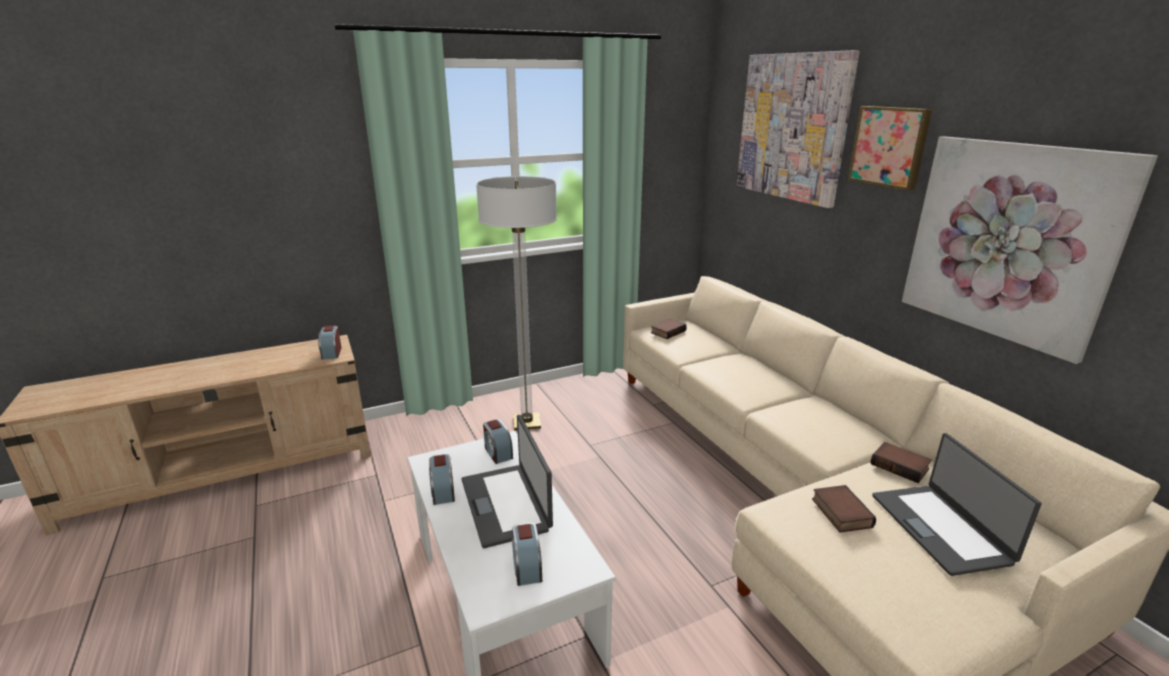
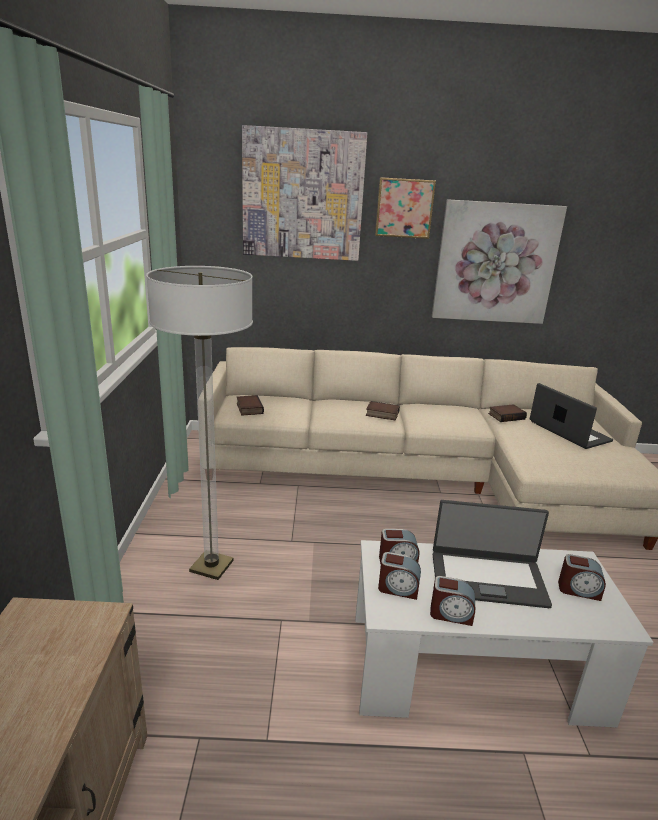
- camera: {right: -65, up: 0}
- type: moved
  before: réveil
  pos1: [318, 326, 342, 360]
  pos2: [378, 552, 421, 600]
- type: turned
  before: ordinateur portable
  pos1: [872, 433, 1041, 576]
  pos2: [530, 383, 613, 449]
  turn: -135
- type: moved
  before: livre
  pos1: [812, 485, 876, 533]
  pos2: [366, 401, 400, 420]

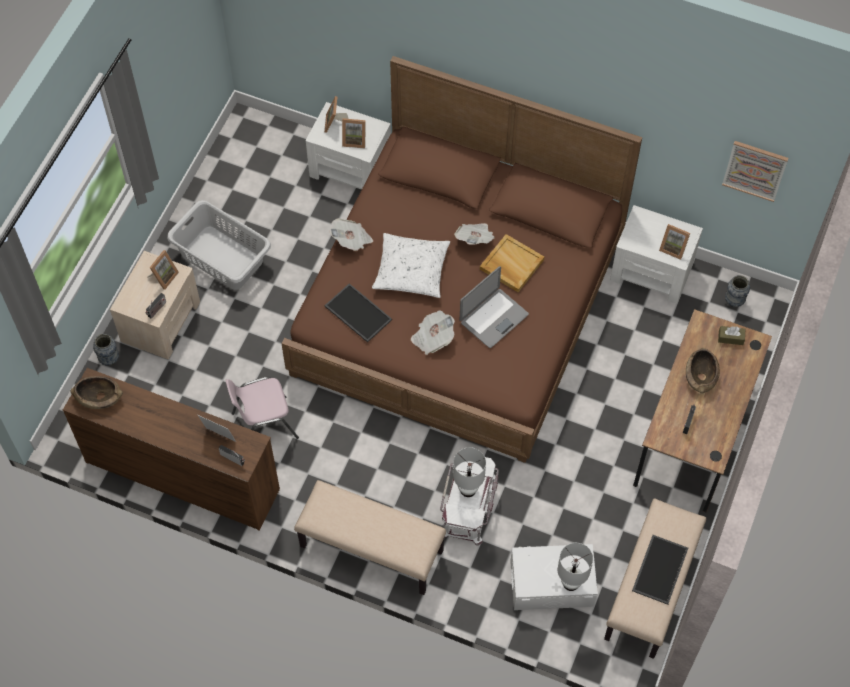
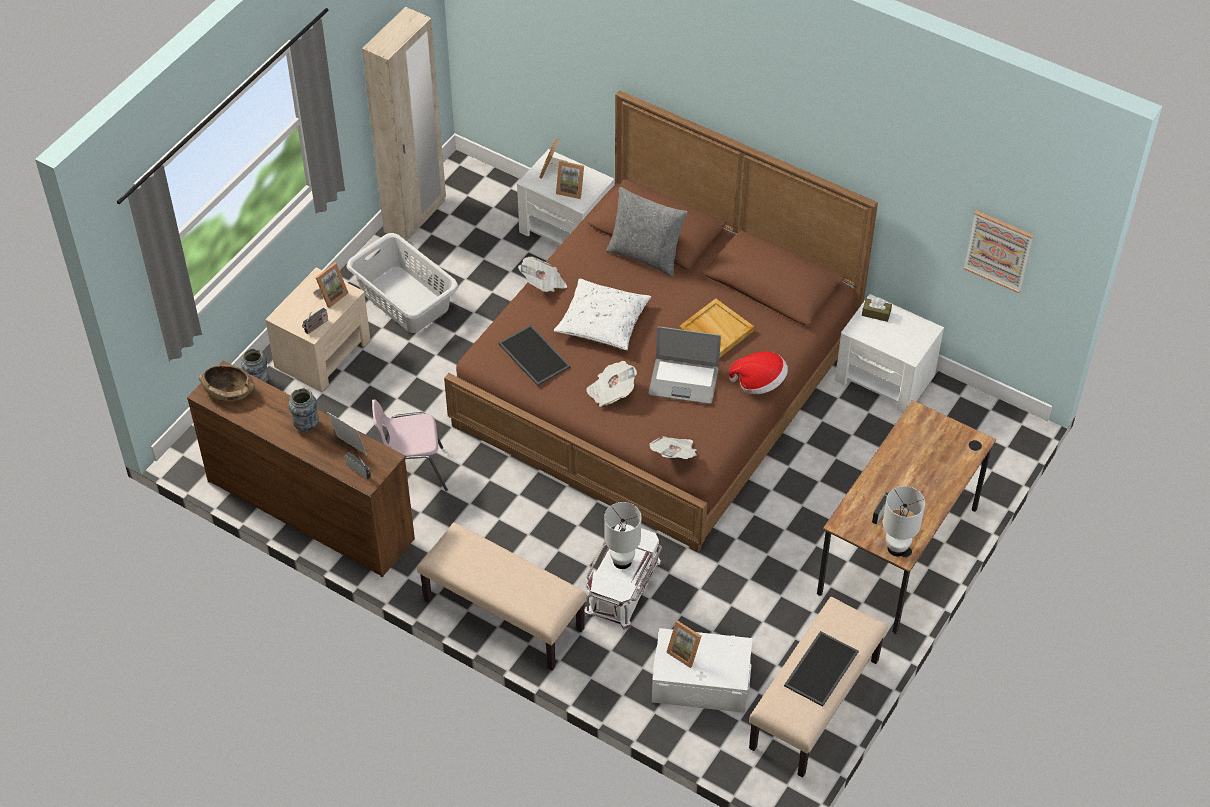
- camera: {right: 10, up: -10}
- type: moved
  before: journal
  pos1: [454, 223, 495, 245]
  pos2: [649, 436, 697, 459]
- type: moved
  before: cadre photo
  pos1: [659, 224, 690, 260]
  pos2: [666, 620, 701, 668]
- type: turned
  before: ordinateur portable
  pos1: [460, 266, 529, 348]
  pos2: [649, 326, 721, 404]
  turn: 45
- type: moved
  before: vase
  pos1: [725, 275, 750, 307]
  pos2: [289, 388, 319, 432]
- type: moved
  before: boîte à mouchoirs/marron
  pos1: [718, 326, 745, 345]
  pos2: [862, 298, 892, 322]
- type: removed
  before: bol/marron
  pos1: [686, 348, 720, 394]
- type: moved
  before: lampe de table/blanc
  pos1: [558, 543, 593, 591]
  pos2: [883, 486, 925, 556]
- type: added
  after: armoire/beige
  pos2: [362, 7, 446, 241]
- type: added
  after: coussin/gris
  pos2: [606, 187, 688, 277]
- type: added
  after: chapeau
  pos2: [729, 351, 788, 394]

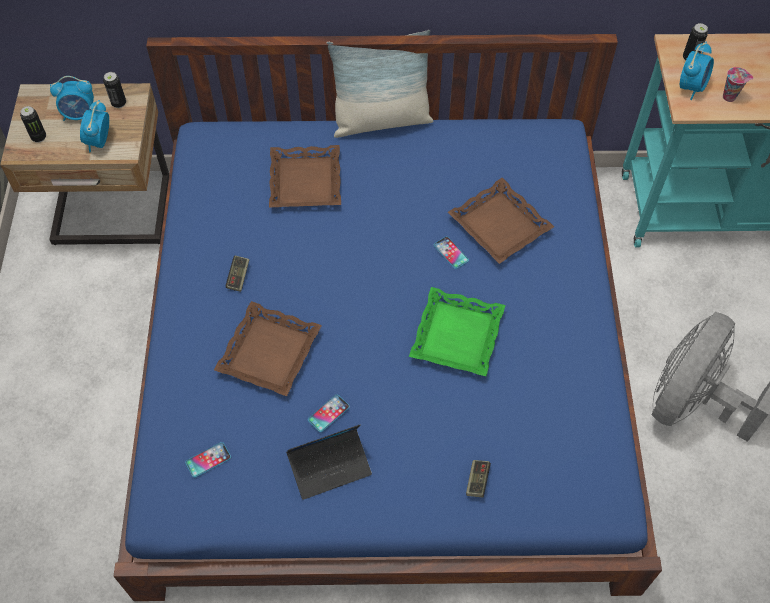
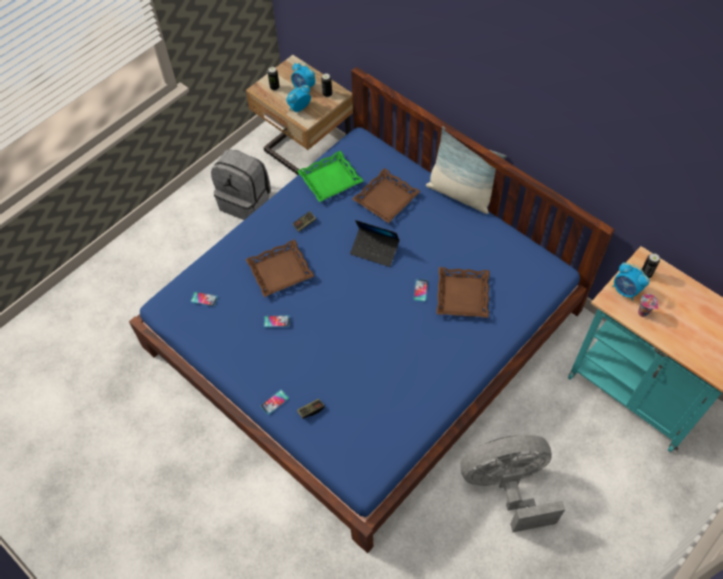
- camera: {right: 45, up: 0}
- type: turned
  before: réveil
  pos1: [680, 41, 714, 100]
  pos2: [612, 262, 649, 301]
  turn: 60
- type: moved
  before: plateau/vert
  pos1: [409, 287, 505, 376]
  pos2: [297, 151, 364, 202]
- type: moved
  before: ordinateur portable
  pos1: [286, 424, 372, 500]
  pos2: [350, 220, 400, 267]
- type: added
  after: sac à dos/gris
  pos2: [211, 149, 271, 220]
- type: added
  after: téléphone
  pos2: [260, 390, 289, 415]

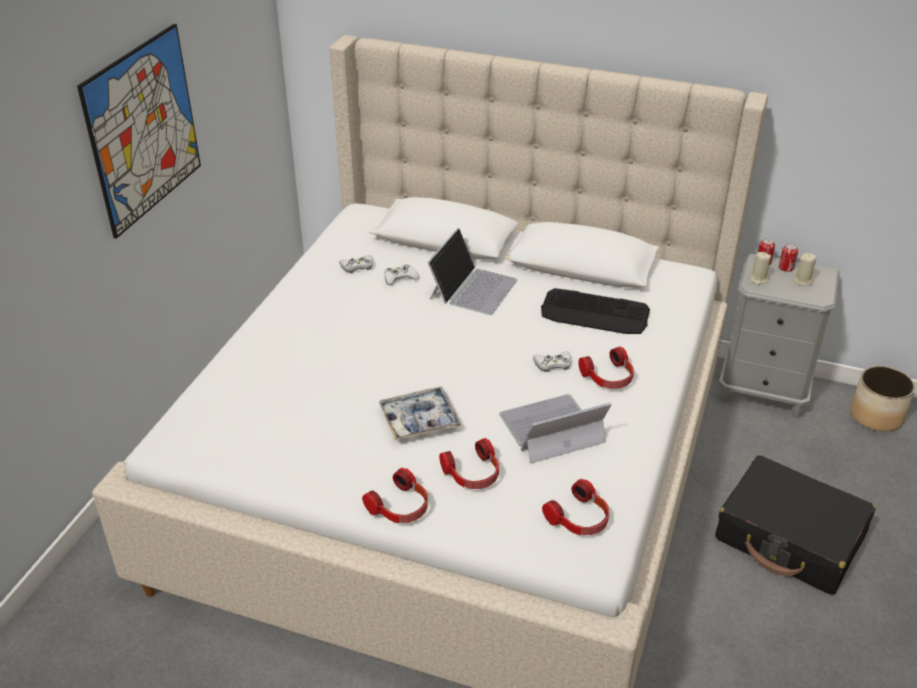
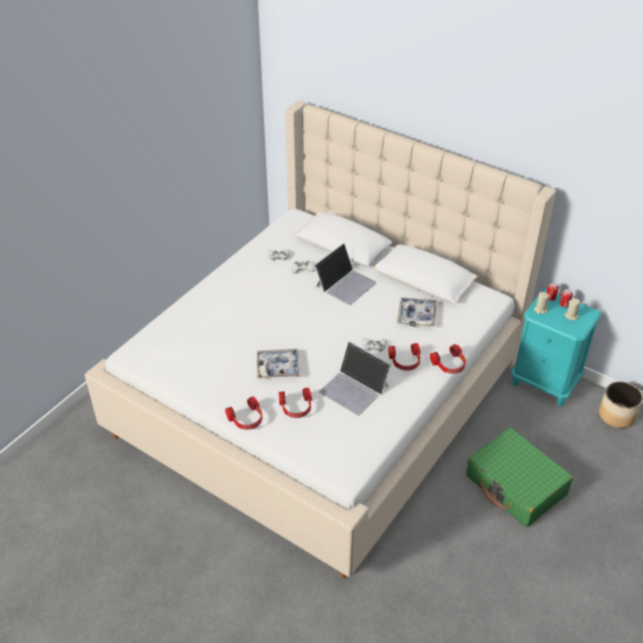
- camera: {right: 15, up: 5}
- type: removed
  before: tableau
  pos1: [77, 24, 201, 239]
- type: recoloured
  before: table de chevet/gris
  after: table de chevet/turquoise
  pos1: [719, 253, 840, 418]
  pos2: [511, 289, 602, 406]
- type: replaced
  before: clavier
  after: plateau
  pos1: [541, 288, 650, 334]
  pos2: [397, 297, 437, 327]
- type: turned
  before: ordinateur portable
  pos1: [499, 394, 611, 464]
  pos2: [319, 341, 391, 415]
  turn: -135
- type: recoloured
  before: valise/noir
  after: valise/vert
  pos1: [715, 455, 876, 595]
  pos2: [466, 428, 573, 527]
- type: moved
  before: casque audio
  pos1: [542, 479, 609, 535]
  pos2: [430, 344, 466, 374]

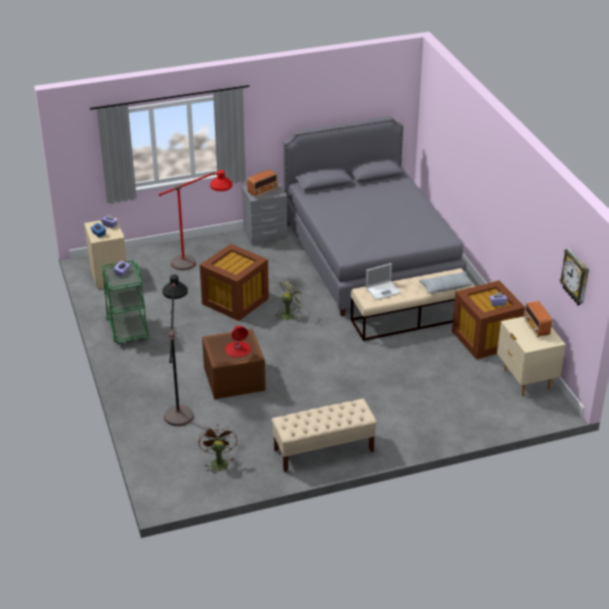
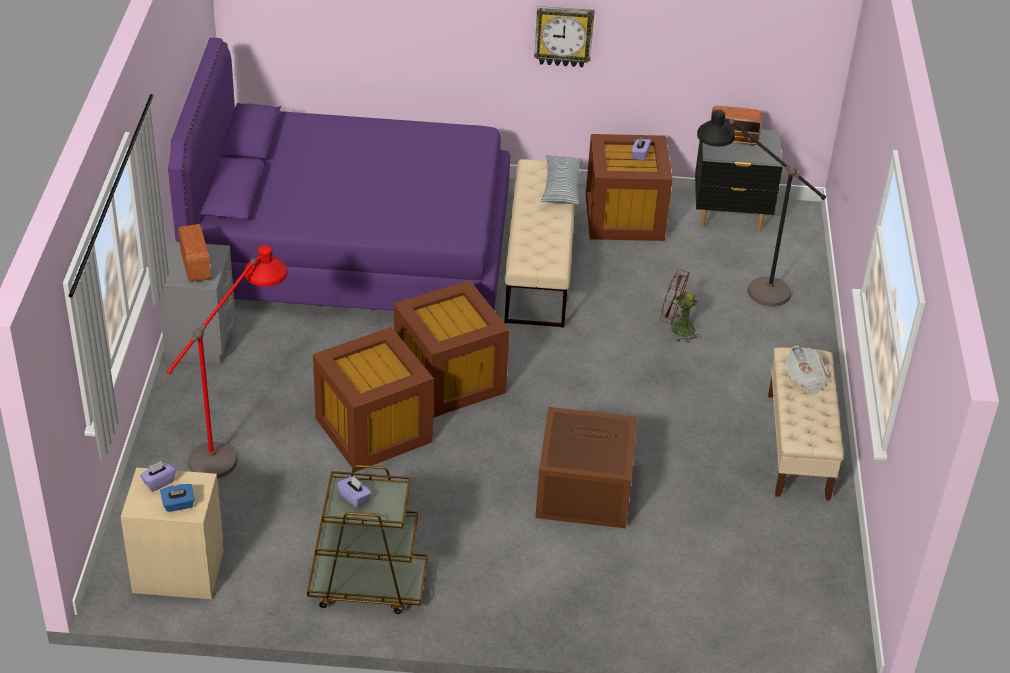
- camera: {right: -70, up: 5}
- type: recoloured
  before: lit/gris
  after: lit/violet
  pos1: [283, 116, 467, 316]
  pos2: [168, 38, 510, 311]
- type: moved
  before: horloge murale
  pos1: [560, 248, 589, 305]
  pos2: [534, 6, 595, 67]
- type: recoloured
  before: chariot/vert
  after: chariot/marron
  pos1: [102, 260, 149, 343]
  pos2: [307, 465, 427, 614]
- type: removed
  before: ordinateur portable
  pos1: [366, 263, 401, 300]
- type: moved
  before: lampadaire/noir
  pos1: [162, 275, 194, 426]
  pos2: [697, 110, 826, 307]
- type: replaced
  before: ventilateur/vert
  after: boîte de rangement/marron
  pos1: [275, 279, 305, 320]
  pos2: [394, 280, 510, 418]
- type: recoloured
  before: table de chevet/beige
  after: table de chevet/noir
  pos1: [497, 316, 566, 396]
  pos2: [695, 129, 783, 231]
- type: removed
  before: lampe de table/rouge
  pos1: [225, 325, 251, 357]
- type: moved
  before: ventilateur/marron
  pos1: [199, 424, 237, 475]
  pos2: [661, 269, 699, 343]
- type: added
  after: journal
  pos2: [785, 345, 829, 395]

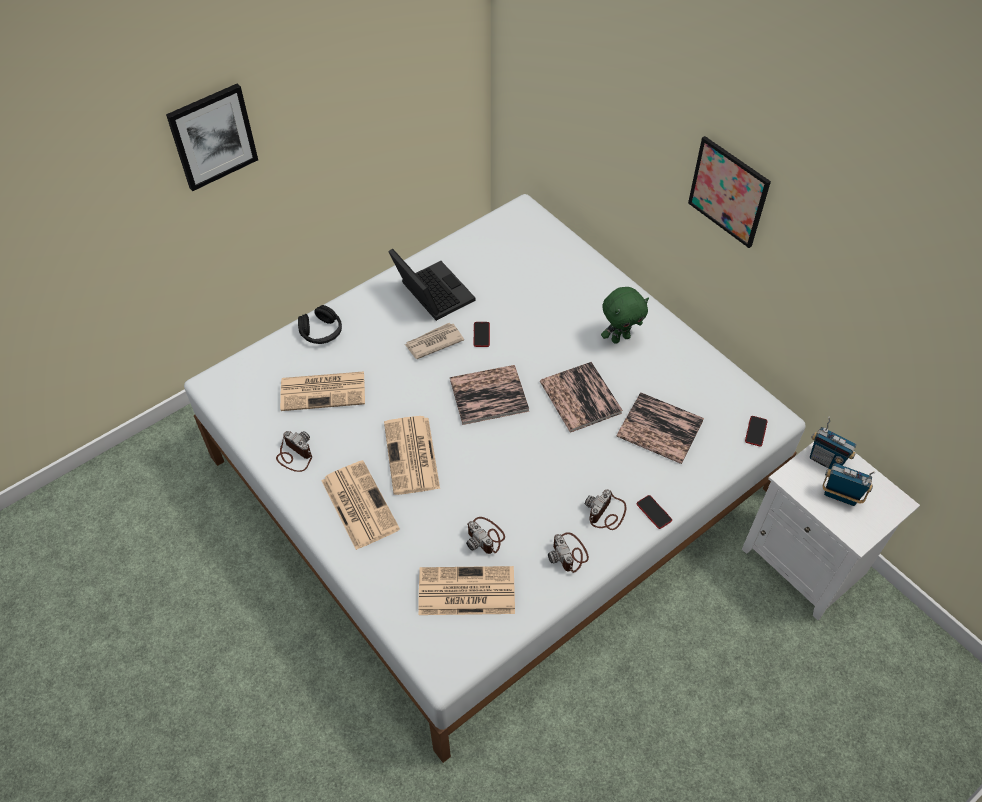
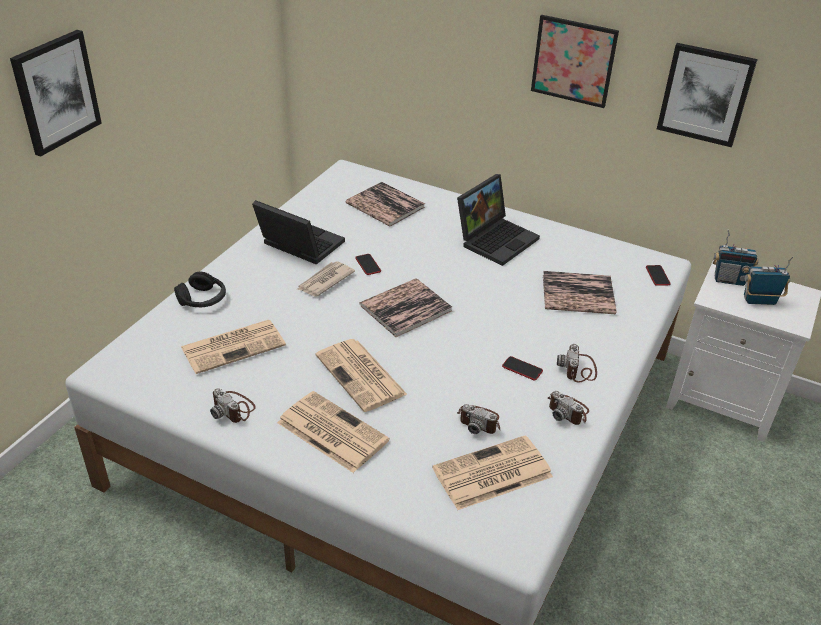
- camera: {right: -25, up: -15}
- type: replaced
  before: peluche/vert
  after: ordinateur portable
  pos1: [601, 287, 649, 344]
  pos2: [457, 174, 540, 266]
- type: moved
  before: livre
  pos1: [540, 362, 623, 432]
  pos2: [346, 182, 425, 227]
- type: turned
  before: appareil photo
  pos1: [276, 431, 312, 472]
  pos2: [210, 388, 256, 423]
  turn: -150
- type: moved
  before: téléphone
  pos1: [637, 495, 672, 529]
  pos2: [502, 356, 543, 380]
- type: added
  after: tableau
  pos2: [657, 43, 758, 147]

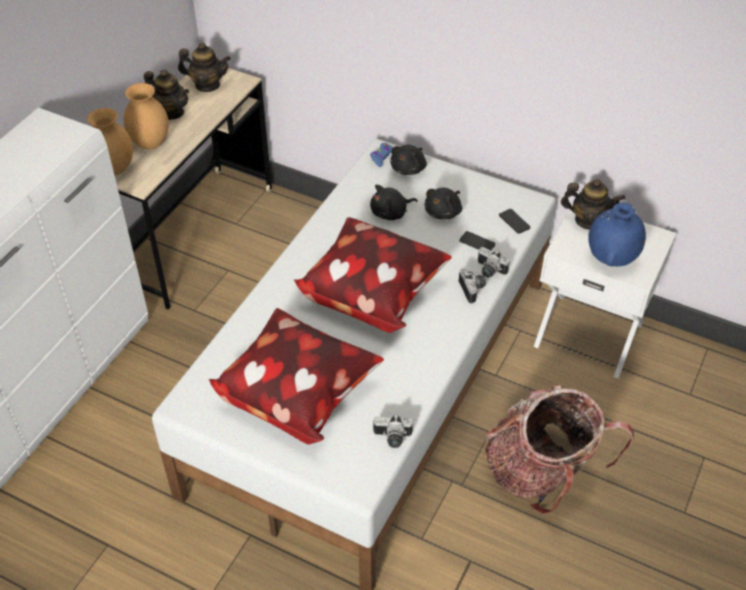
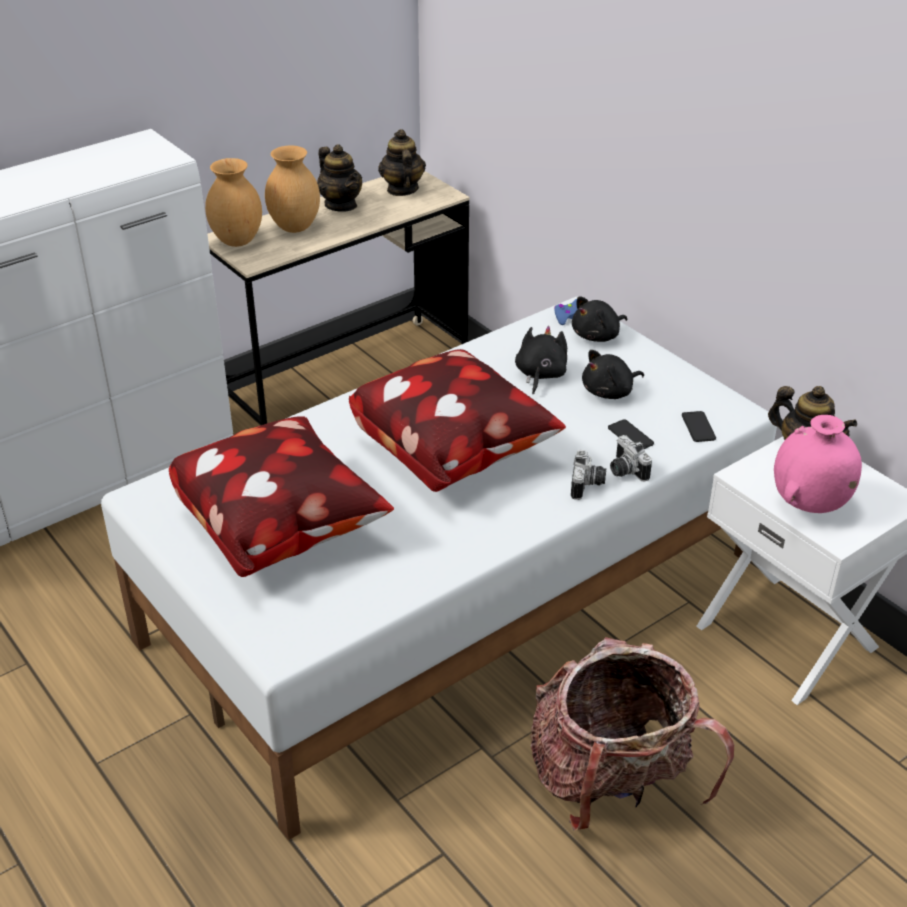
- camera: {right: 25, up: -10}
- type: turned
  before: théière
  pos1: [178, 43, 231, 92]
  pos2: [378, 129, 426, 196]
  turn: -135
- type: turned
  before: peluche/noir
  pos1: [370, 184, 418, 220]
  pos2: [515, 326, 567, 395]
  turn: 105
- type: recoloured
  before: vase/bleu
  after: vase/rose
  pos1: [588, 202, 646, 266]
  pos2: [774, 415, 862, 513]
- type: removed
  before: appareil photo
  pos1: [373, 414, 413, 448]

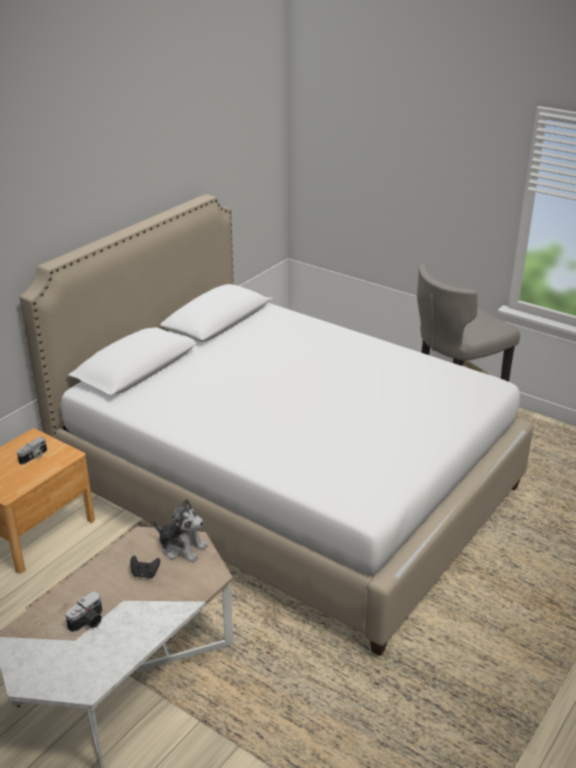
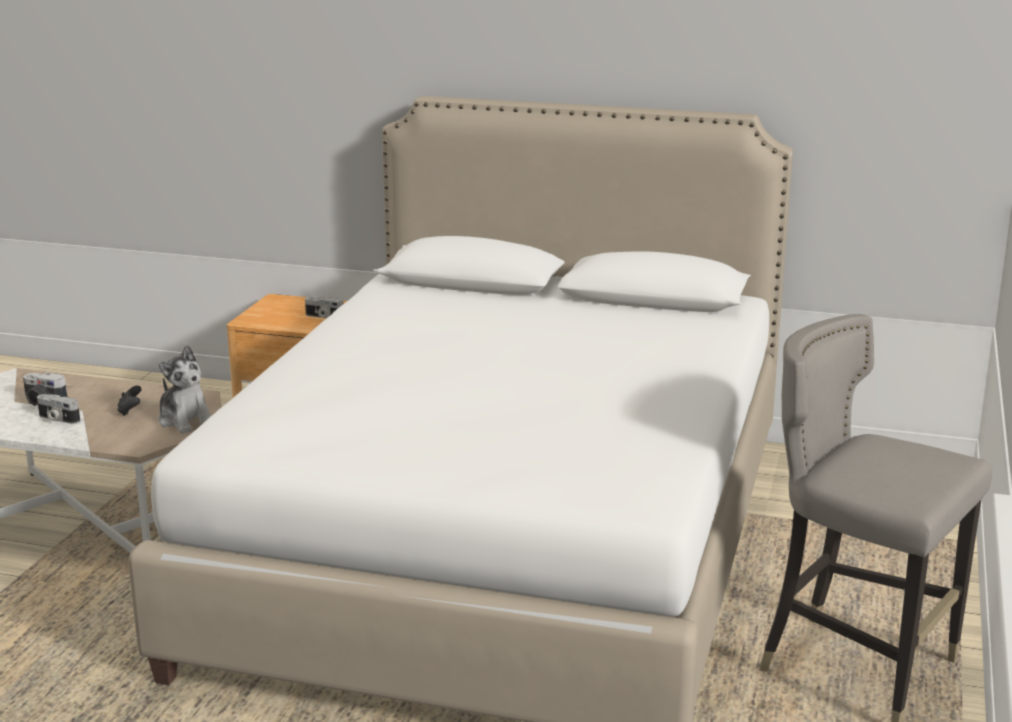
- camera: {right: 70, up: -10}
- type: turned
  before: peluche
  pos1: [153, 499, 208, 562]
  pos2: [158, 345, 211, 434]
  turn: -45
- type: added
  after: appareil photo
  pos2: [37, 394, 80, 424]

